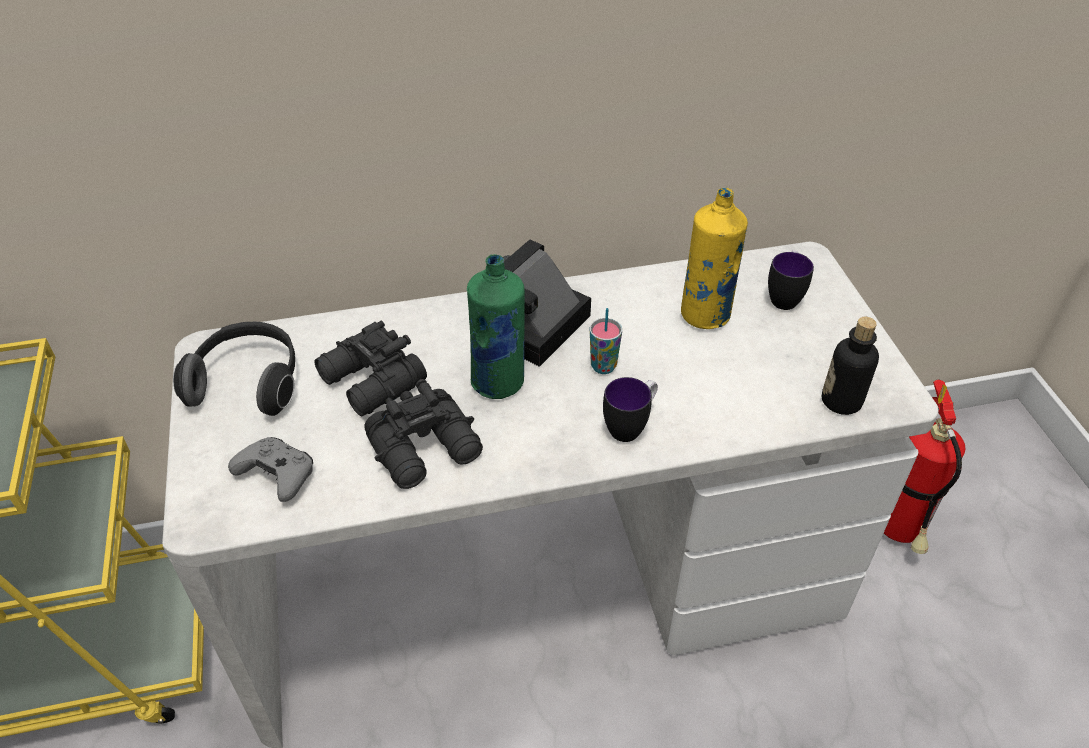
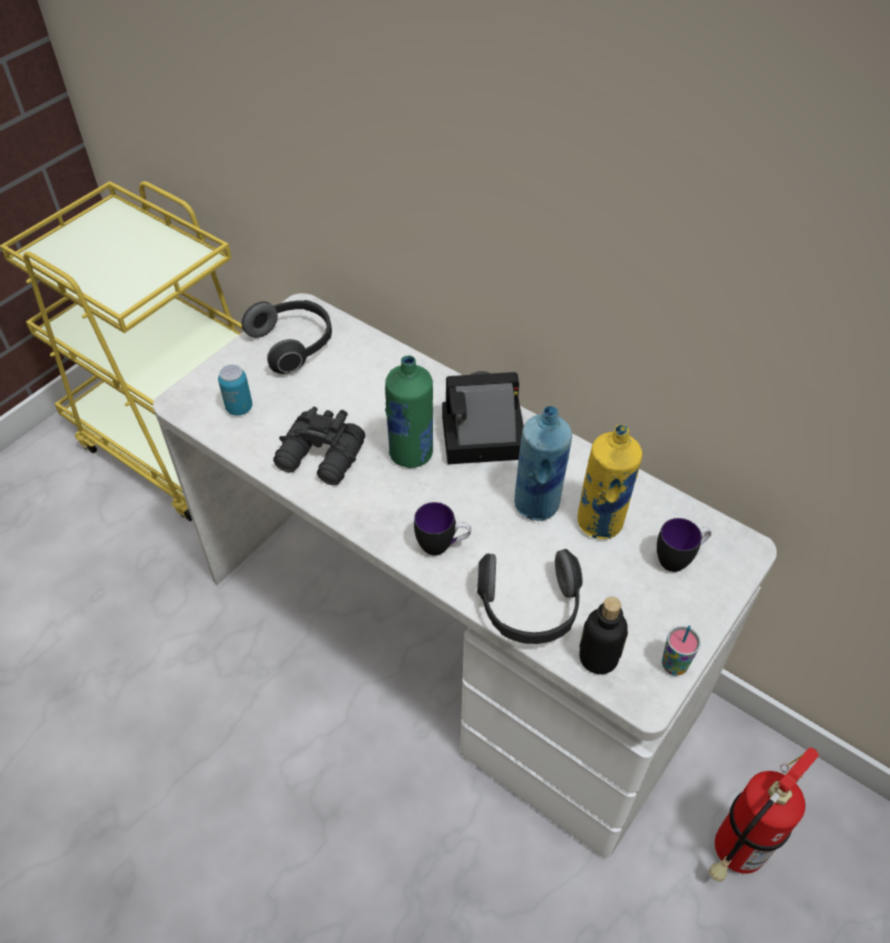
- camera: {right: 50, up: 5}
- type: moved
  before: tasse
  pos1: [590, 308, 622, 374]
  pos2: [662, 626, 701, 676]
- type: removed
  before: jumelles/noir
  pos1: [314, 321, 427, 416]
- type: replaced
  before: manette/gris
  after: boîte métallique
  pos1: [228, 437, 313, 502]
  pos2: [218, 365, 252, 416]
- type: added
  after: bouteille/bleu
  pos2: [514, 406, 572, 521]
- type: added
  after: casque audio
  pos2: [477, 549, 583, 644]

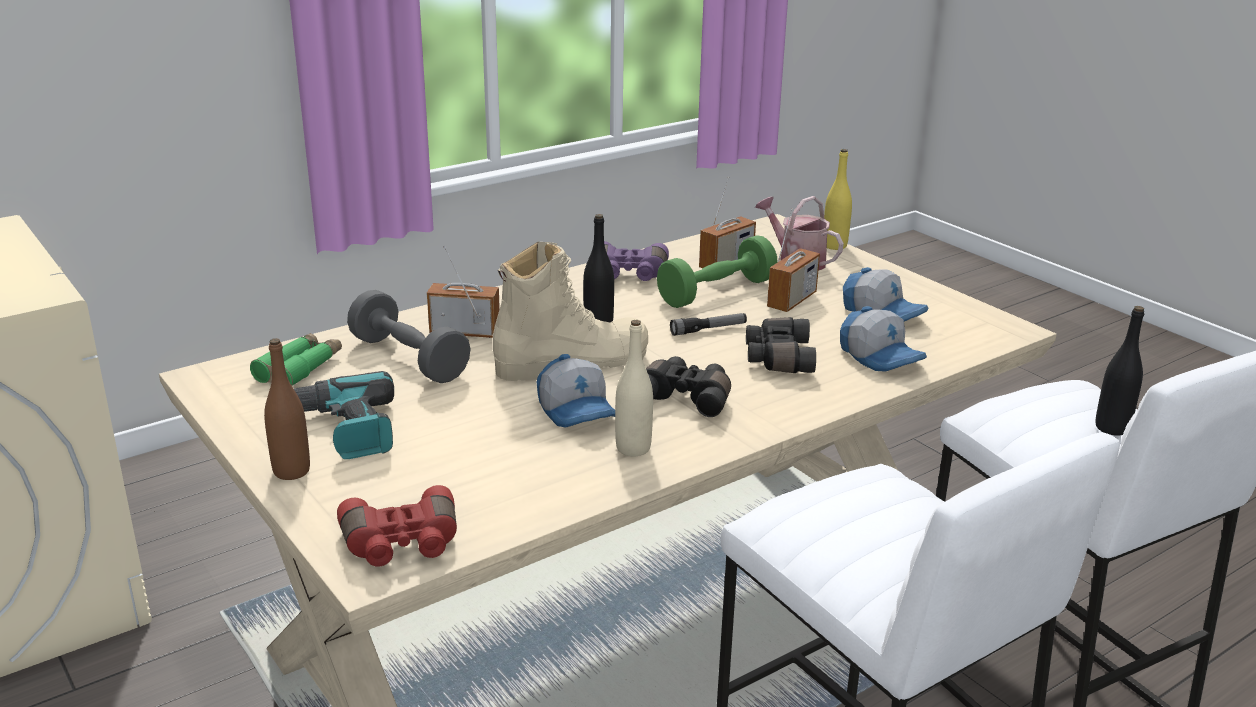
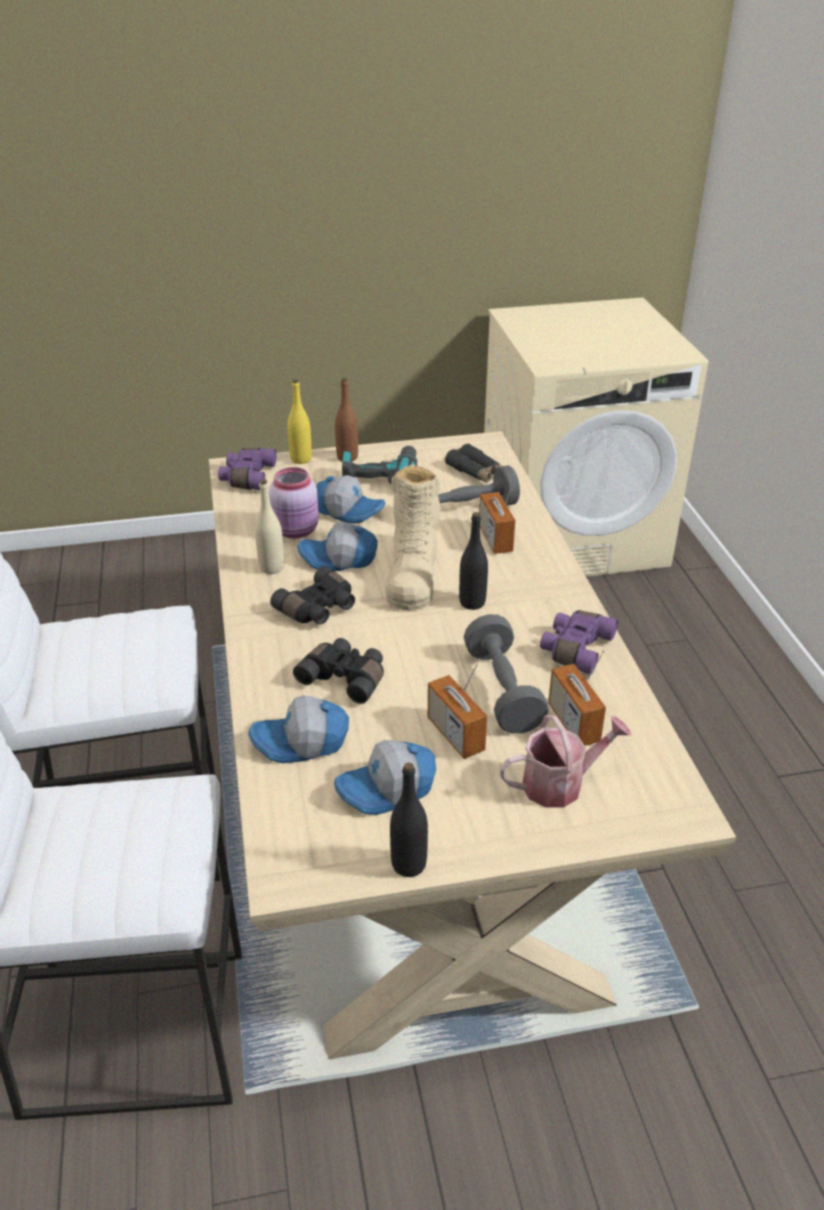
- camera: {right: 115, up: 10}
- type: moved
  before: bouteille/jaune
  pos1: [824, 149, 852, 250]
  pos2: [287, 379, 312, 464]
- type: recoloured
  before: haltère/vert
  after: haltère/gris
  pos1: [657, 235, 778, 308]
  pos2: [464, 614, 549, 734]
- type: turned
  before: radio
  pos1: [427, 246, 500, 338]
  pos2: [479, 473, 515, 554]
  turn: 135
- type: moved
  before: bouteille/noir
  pos1: [1096, 306, 1144, 436]
  pos2: [390, 763, 428, 877]
- type: removed
  before: lampe de poche
  pos1: [670, 313, 747, 336]
- type: recoloured
  before: jumelles/vert
  after: jumelles/noir
  pos1: [250, 333, 342, 386]
  pos2: [445, 443, 502, 483]
- type: recoloured
  before: jumelles/rouge
  after: jumelles/violet
  pos1: [337, 485, 457, 567]
  pos2: [218, 448, 277, 490]
- type: added
  after: bocal/rose
  pos2: [269, 467, 319, 539]
- type: added
  after: casquette
  pos2: [316, 475, 385, 524]

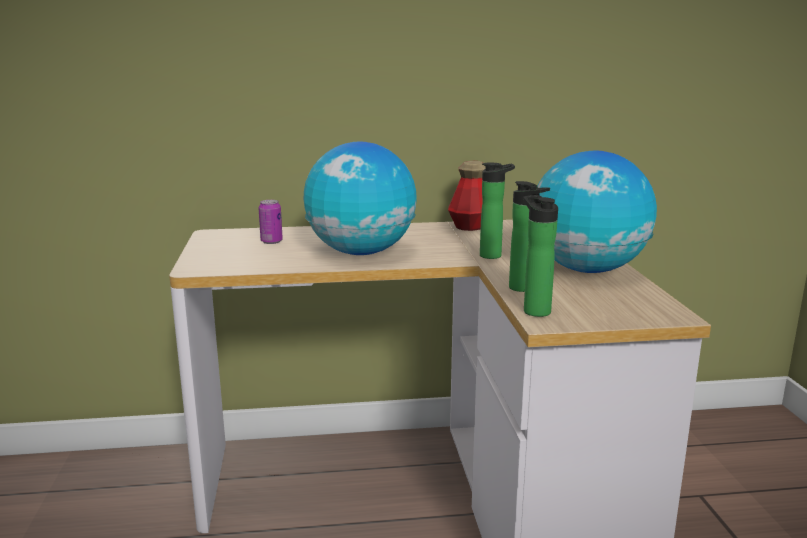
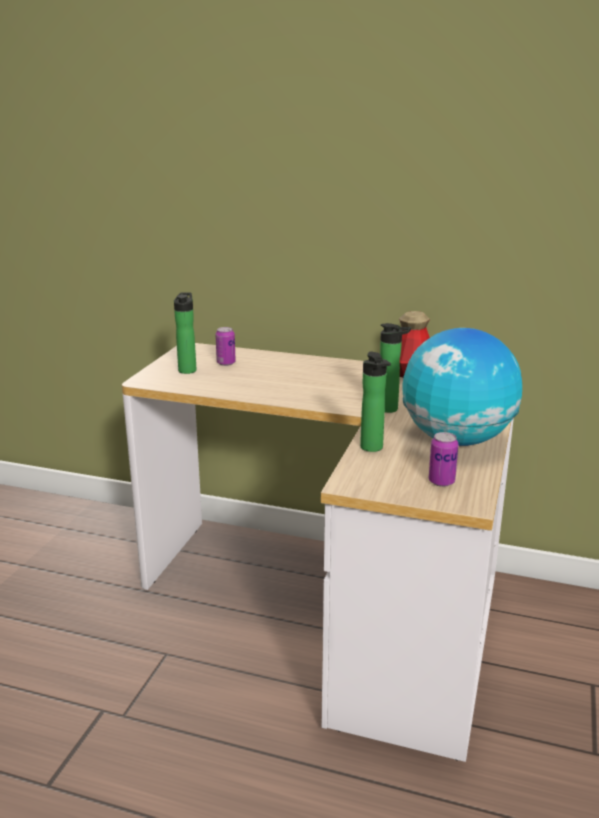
- camera: {right: 25, up: 5}
- type: removed
  before: globe
  pos1: [304, 142, 417, 255]
- type: moved
  before: bouteille
  pos1: [523, 195, 558, 317]
  pos2: [174, 292, 196, 374]
- type: added
  after: boîte métallique
  pos2: [429, 432, 459, 487]

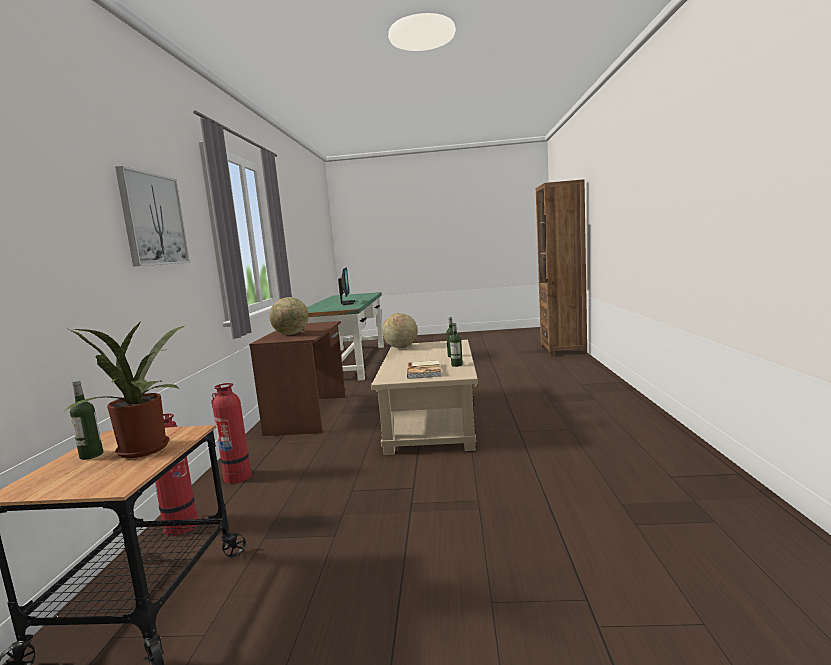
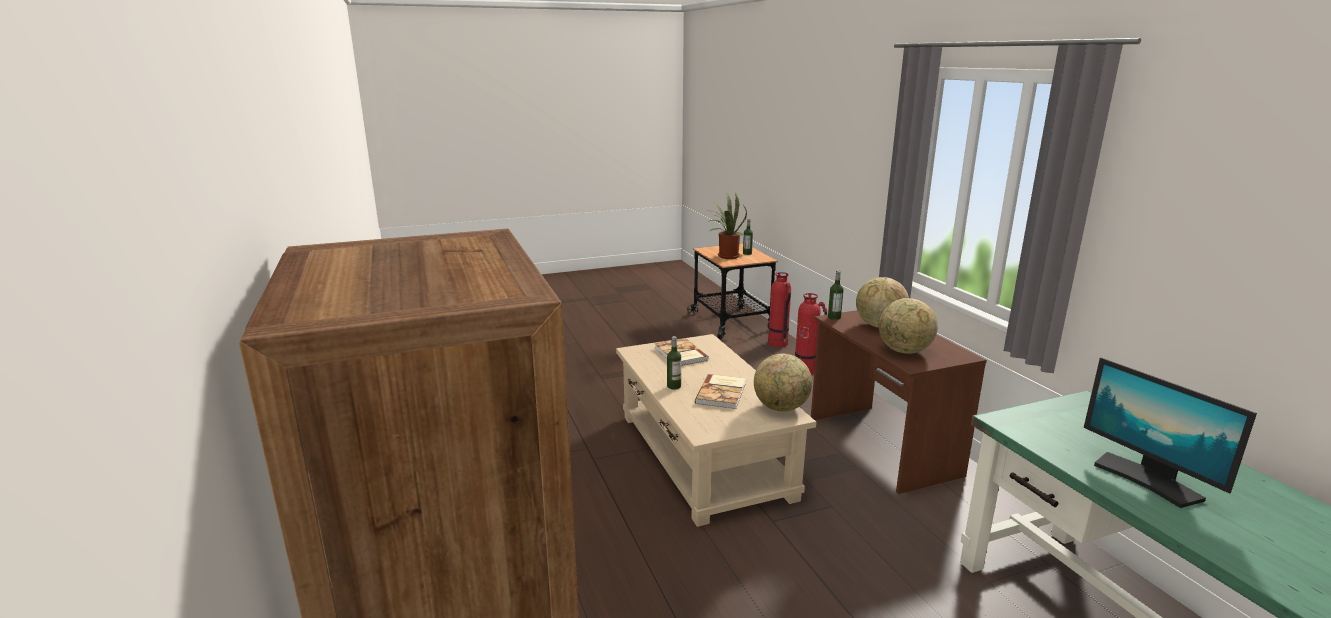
- camera: {right: 155, up: 10}
- type: removed
  before: tableau
  pos1: [115, 166, 190, 266]
- type: moved
  before: bouteille
  pos1: [450, 323, 463, 367]
  pos2: [828, 271, 844, 320]
- type: added
  after: globe
  pos2: [879, 298, 938, 354]
- type: added
  after: livre
  pos2: [695, 374, 746, 409]

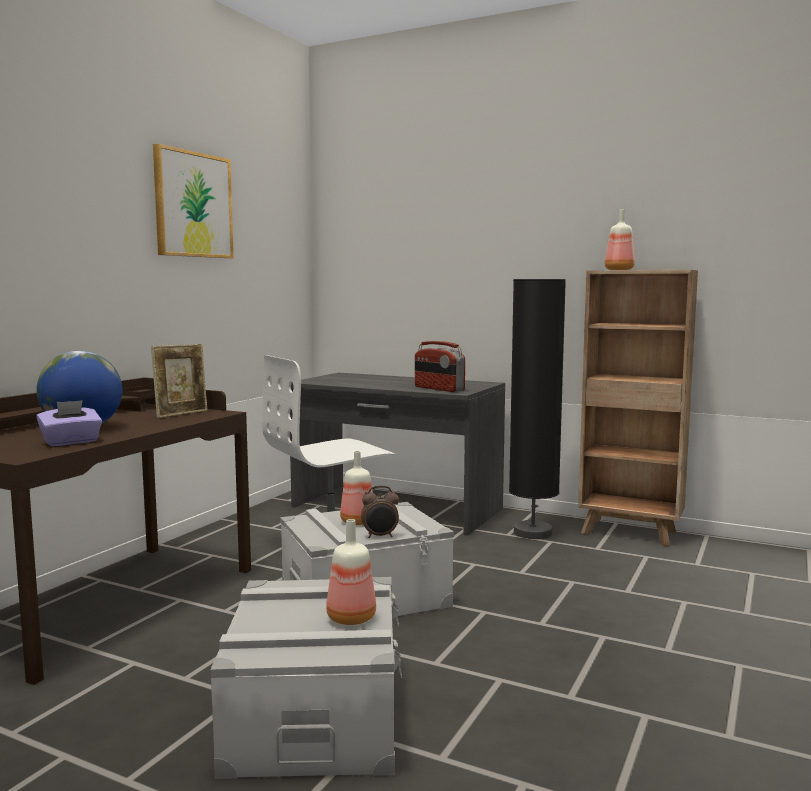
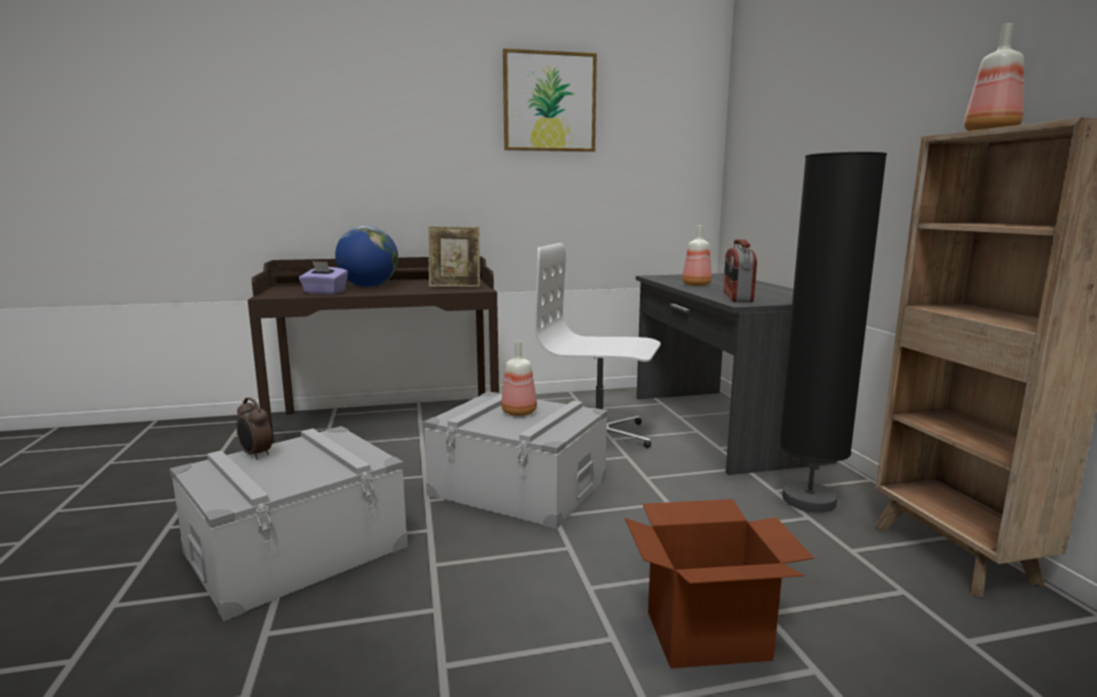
- camera: {right: 50, up: 5}
- type: moved
  before: réveil
  pos1: [361, 486, 399, 538]
  pos2: [236, 397, 272, 460]
- type: moved
  before: bouteille
  pos1: [326, 519, 376, 625]
  pos2: [682, 225, 712, 286]
- type: added
  after: carton
  pos2: [625, 499, 814, 668]

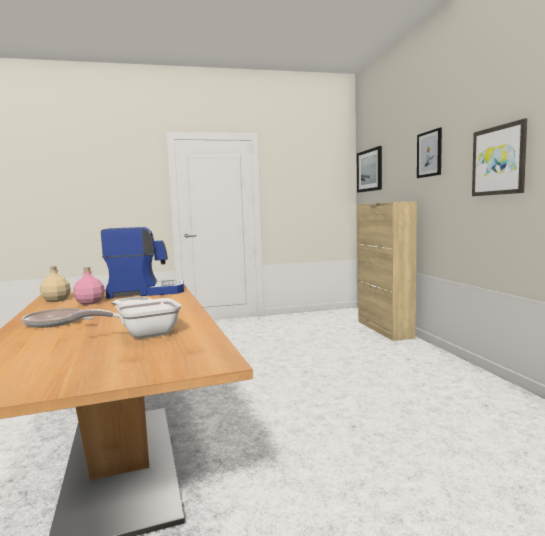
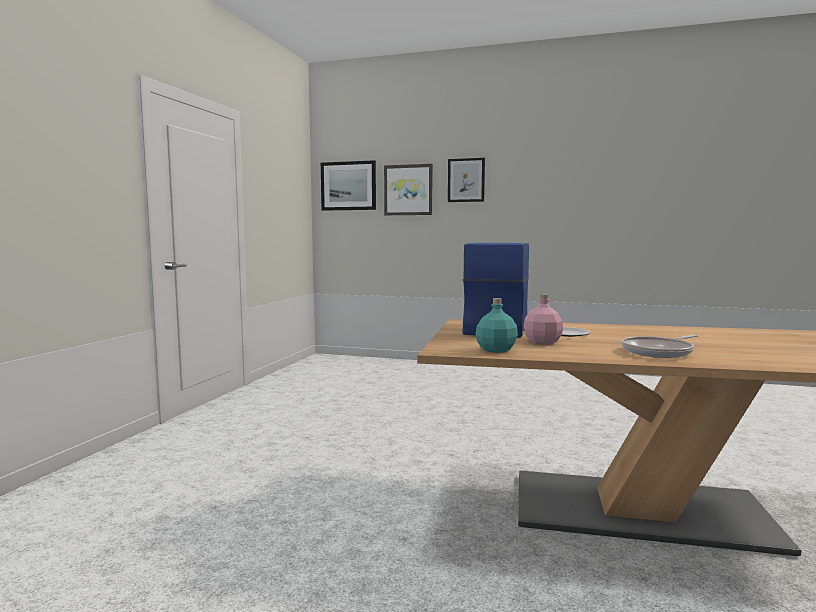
- camera: {right: -60, up: 0}
- type: moved
  before: tableau
  pos1: [472, 118, 527, 196]
  pos2: [384, 164, 433, 215]
- type: removed
  before: meuble de rangement/beige
  pos1: [358, 201, 417, 341]
- type: recoloured
  before: bouteille/beige
  after: bouteille/turquoise
  pos1: [40, 266, 71, 302]
  pos2: [475, 298, 518, 353]
- type: removed
  before: poêle
  pos1: [69, 298, 181, 339]

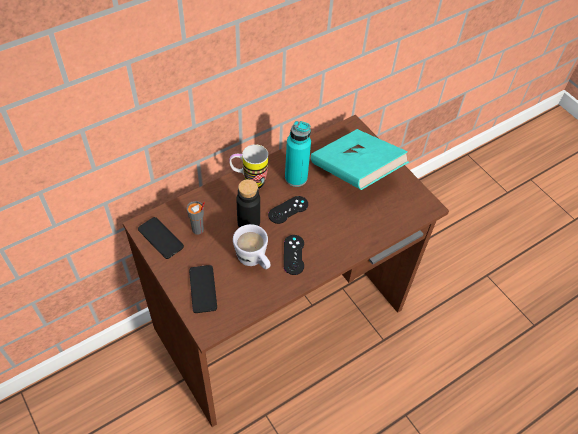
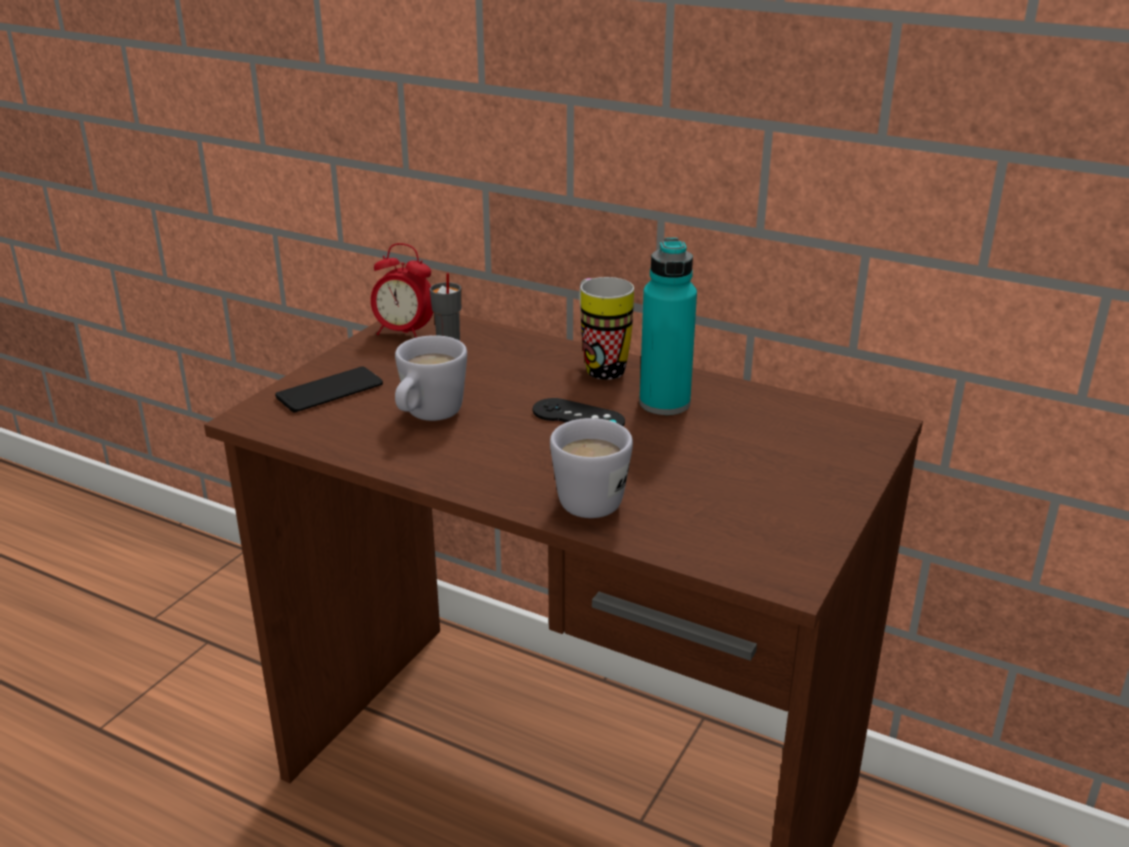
- camera: {right: 65, up: -25}
- type: removed
  before: livre/turquoise
  pos1: [311, 129, 409, 190]
- type: removed
  before: bouteille/noir
  pos1: [236, 179, 260, 228]
- type: replaced
  before: téléphone
  after: réveil
  pos1: [138, 217, 184, 259]
  pos2: [371, 243, 433, 337]
- type: removed
  before: manette/noir
  pos1: [284, 235, 304, 275]
- type: added
  after: mug/blanc
  pos2: [550, 418, 633, 518]

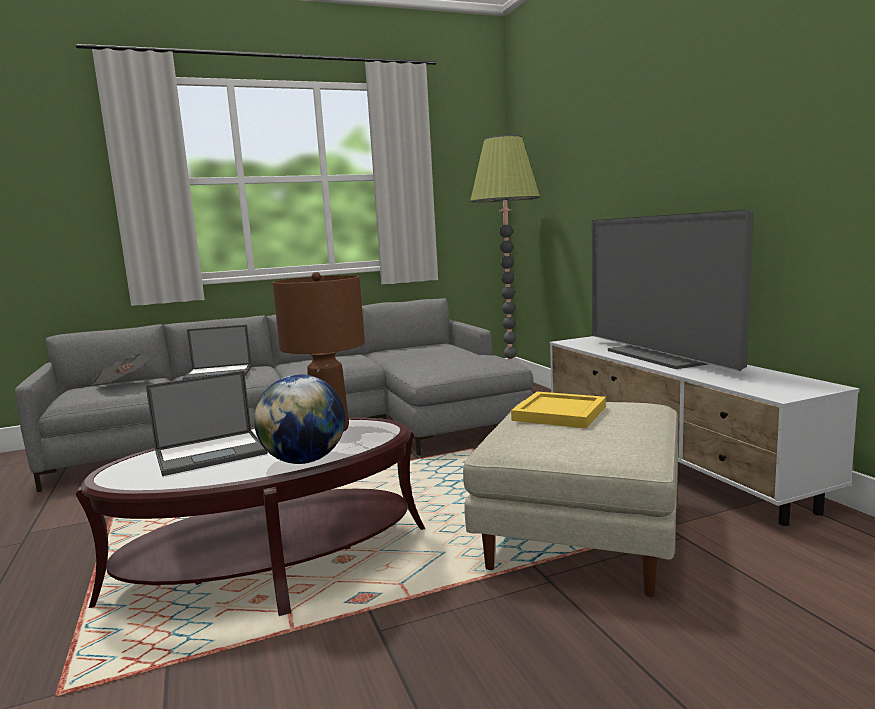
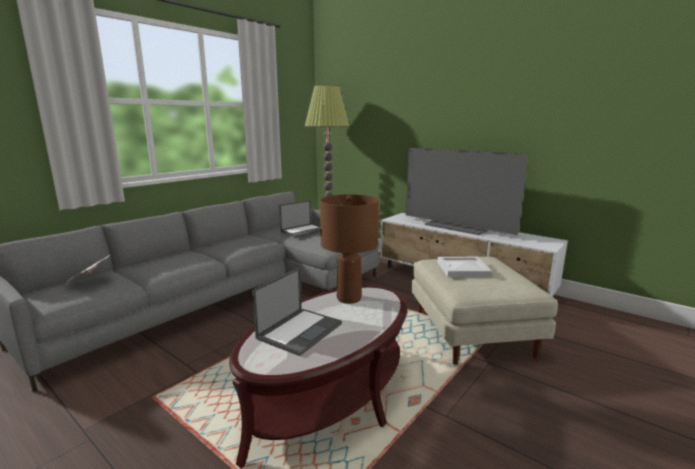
- camera: {right: -30, up: 5}
- type: moved
  before: ordinateur portable
  pos1: [182, 325, 252, 380]
  pos2: [279, 200, 321, 238]
- type: removed
  before: globe
  pos1: [254, 374, 345, 464]
- type: recoloured
  before: plateau/jaune
  after: plateau/blanc
  pos1: [511, 392, 606, 428]
  pos2: [438, 257, 492, 277]

